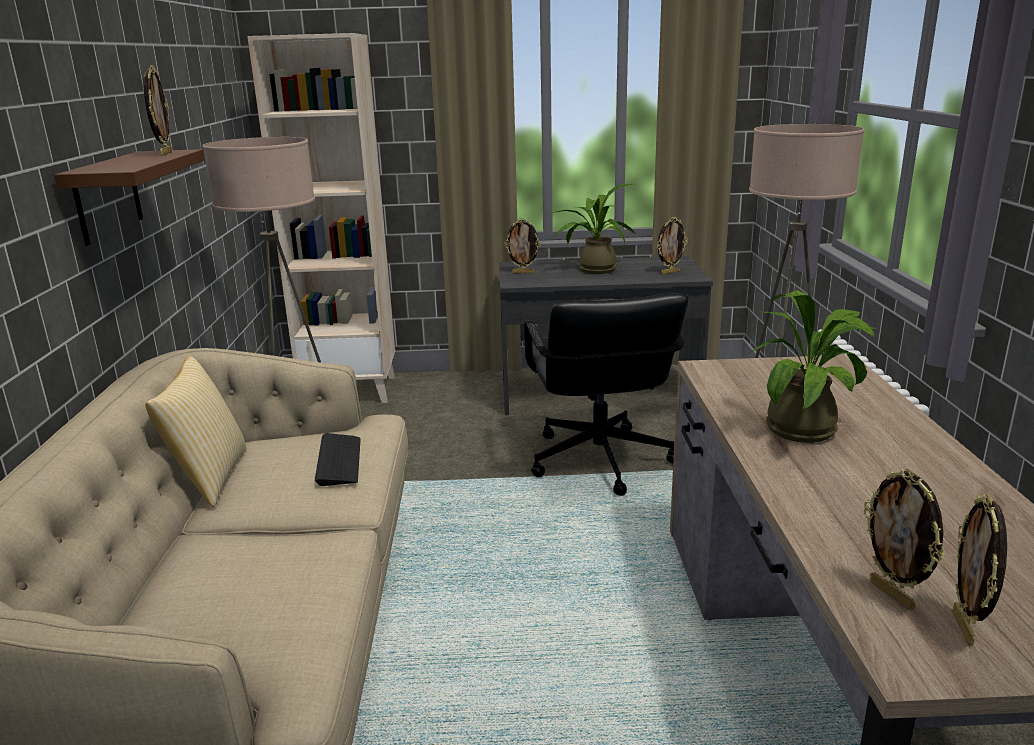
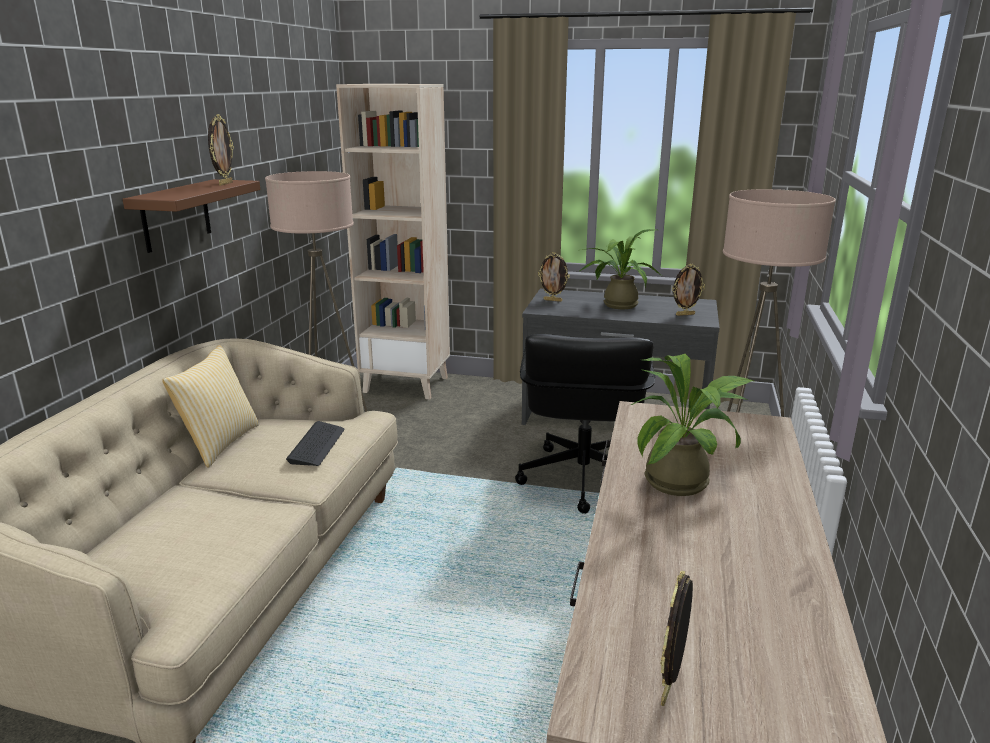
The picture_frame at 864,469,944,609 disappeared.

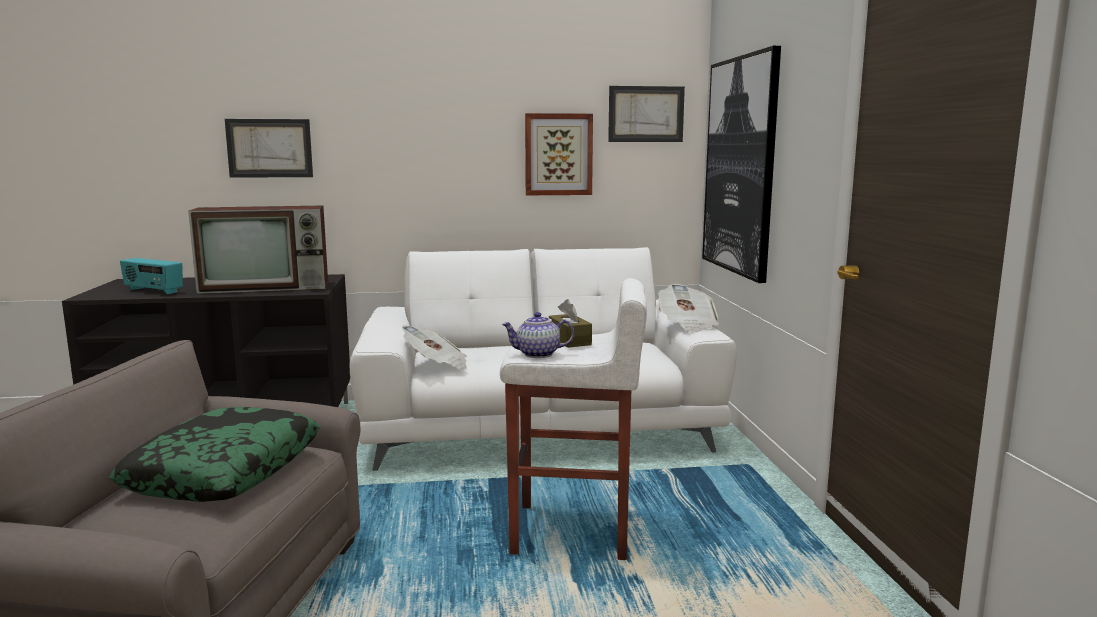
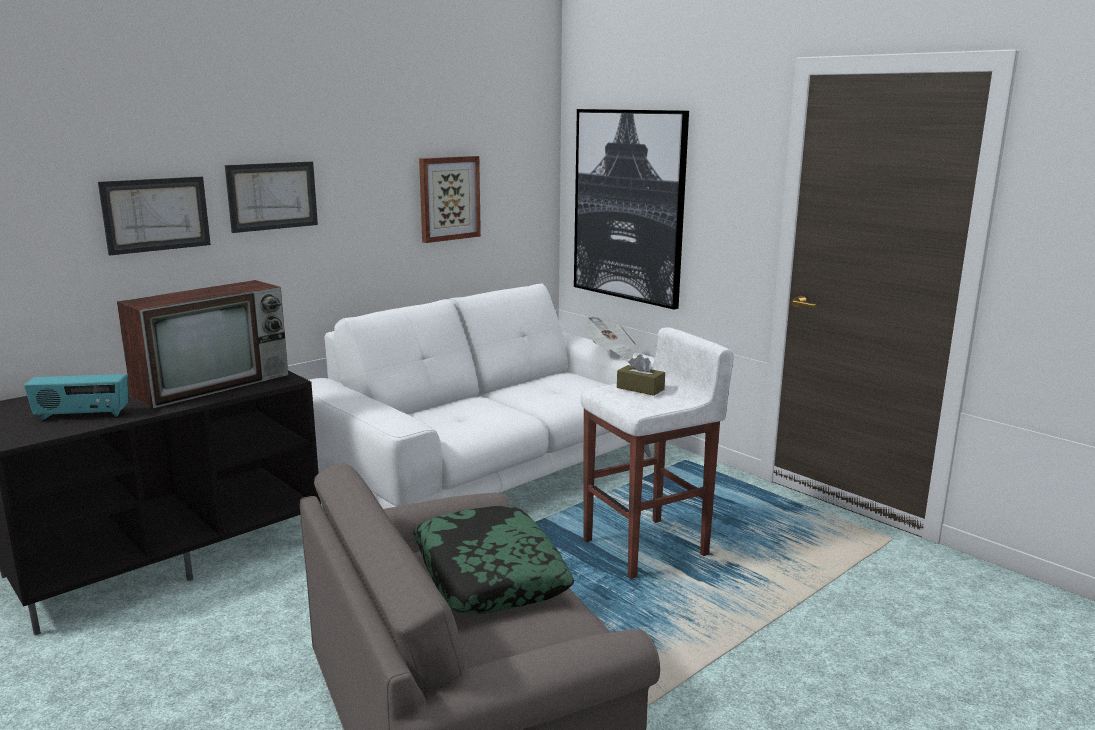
The picture moved from 608,86,685,142 to 225,161,318,233. The teapot at 501,312,574,358 disappeared. The newspaper at 402,325,467,370 disappeared.

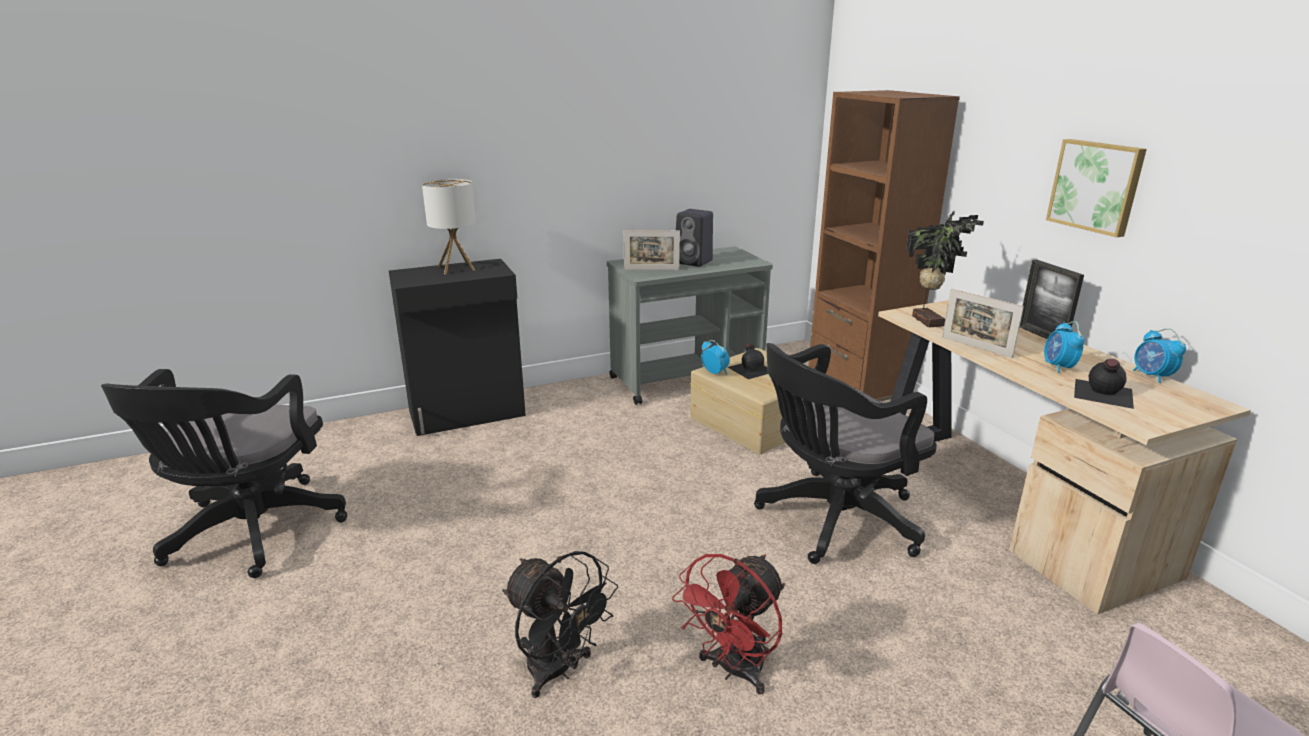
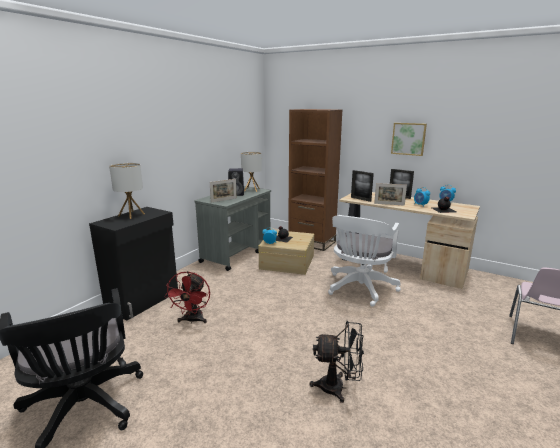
The potted_plant at 906,210,984,327 was replaced by the picture_frame at 351,170,374,202. The black_office_chair at 754,343,937,564 became the white_office_chair at 328,215,401,307. The red_fan moved from 672,554,785,695 to 165,271,210,324. The table_lamp at 241,152,262,192 appeared.

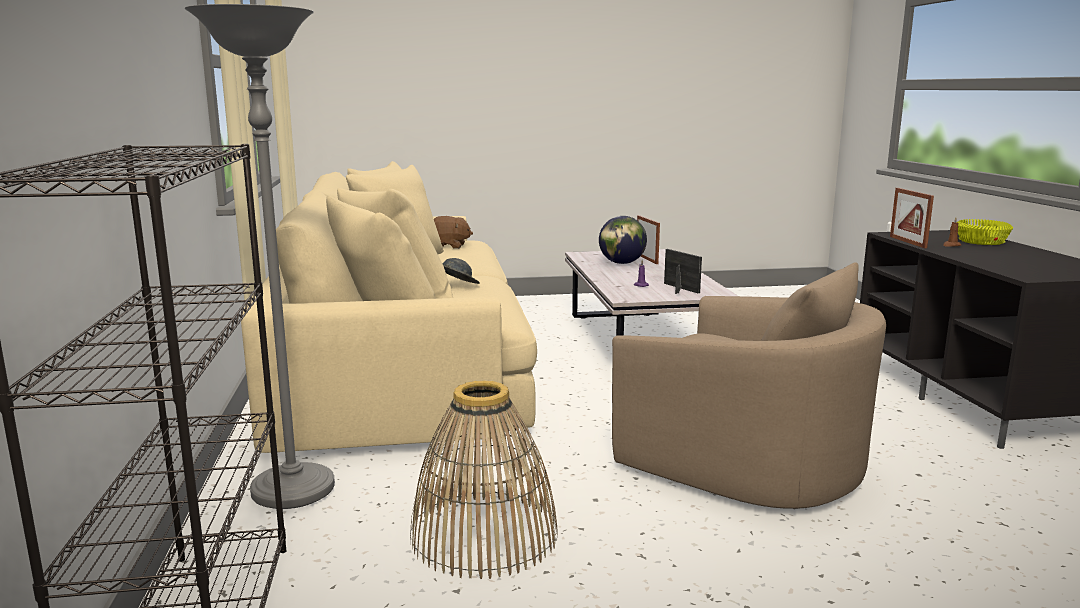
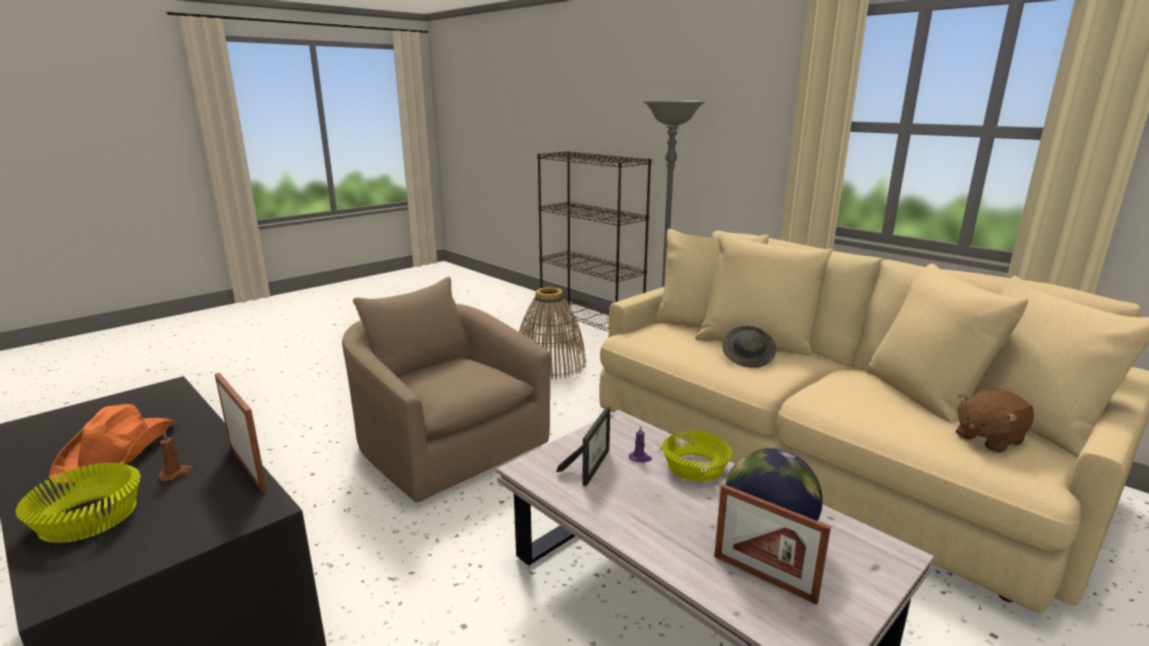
The picture_frame at 664,249,702,294 turned 90 degrees counterclockwise. The beige_armchair at 612,262,886,509 turned 45 degrees clockwise. The orange_hat at 49,404,175,483 appeared. The yellow_bowl at 662,430,732,482 appeared.

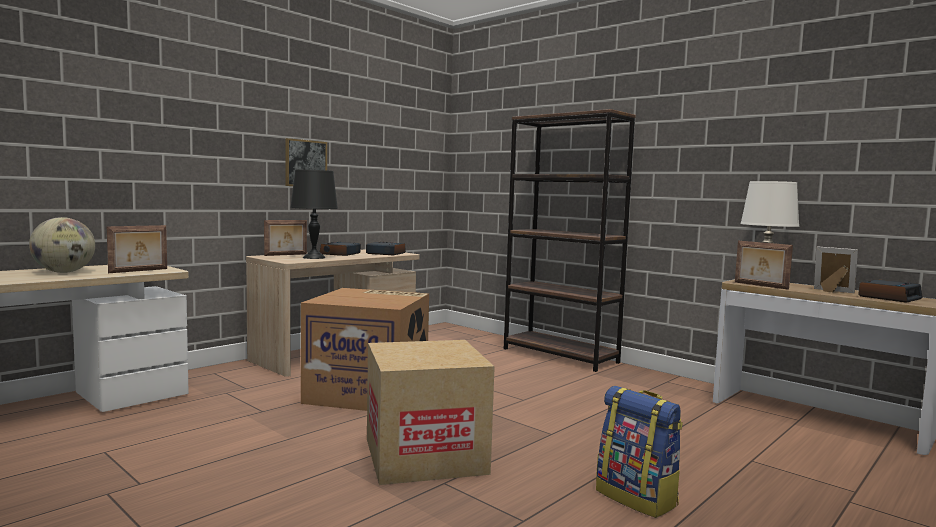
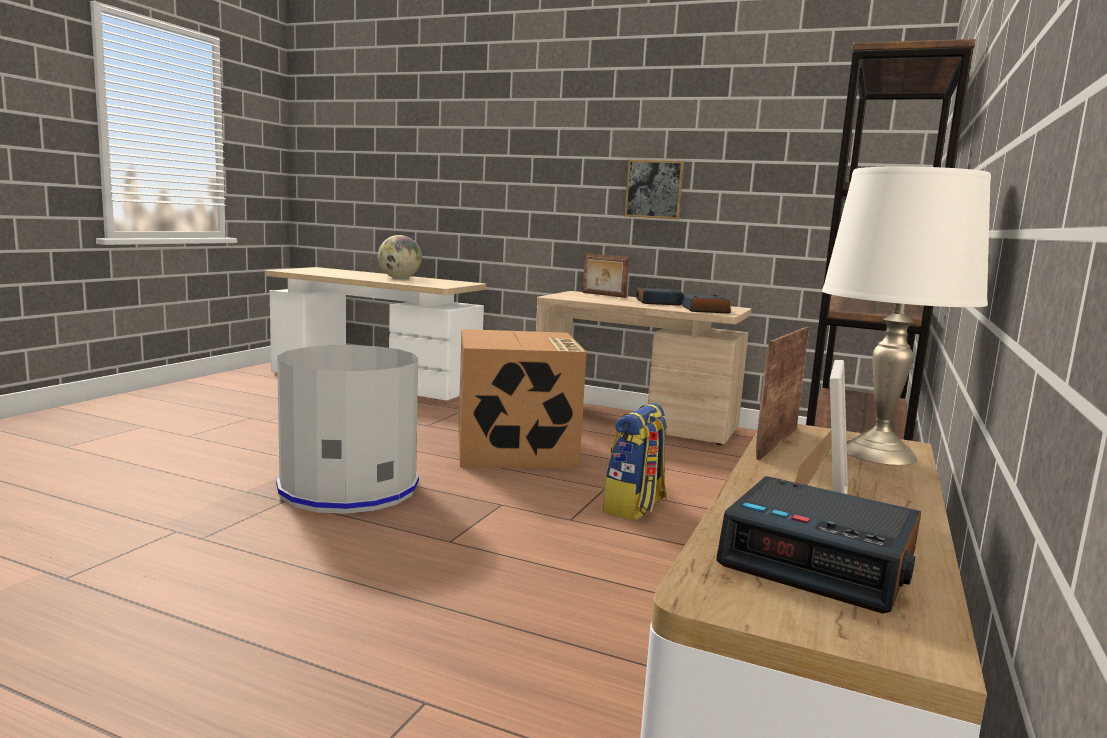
The black_table_lamp at 290,169,338,259 disappeared. The picture_frame at 107,225,167,273 disappeared. The cardboard_box at 367,340,495,485 was replaced by the grey_trash_can at 276,345,419,514. The backpack moved from 596,386,683,518 to 603,403,668,520.

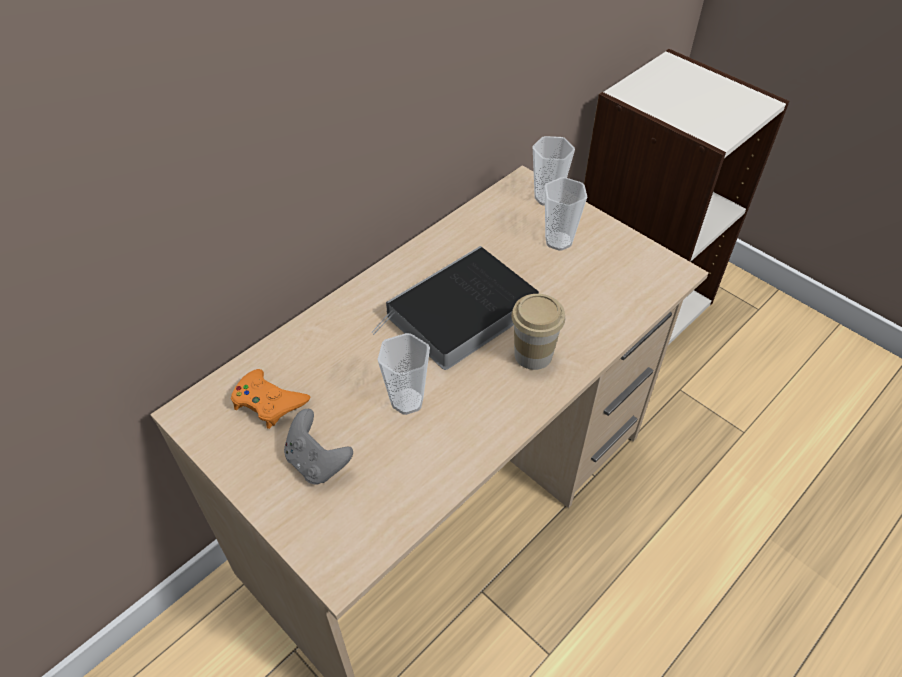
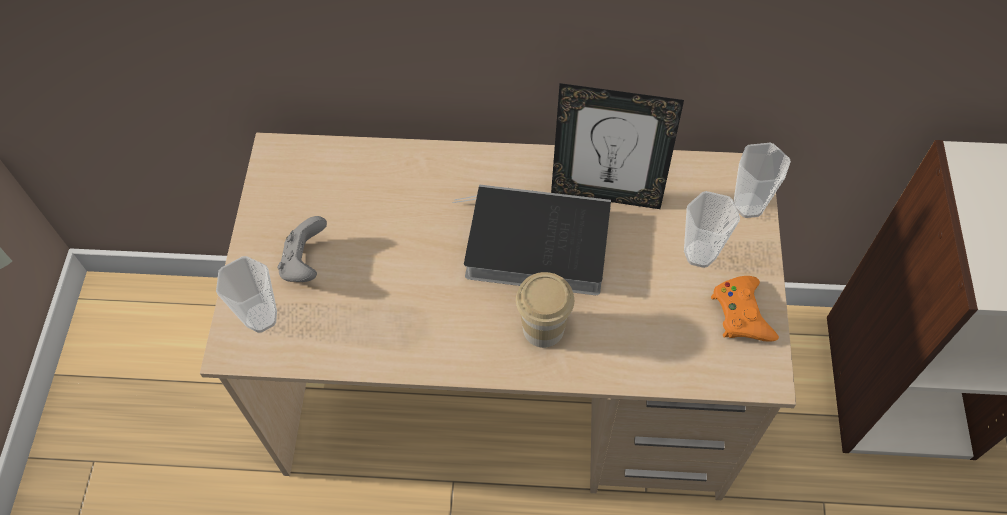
The cup moved from 377,333,430,415 to 216,256,277,333. The orange_game_controller moved from 231,369,310,429 to 711,276,779,342. The picture_frame at 551,83,684,209 appeared.

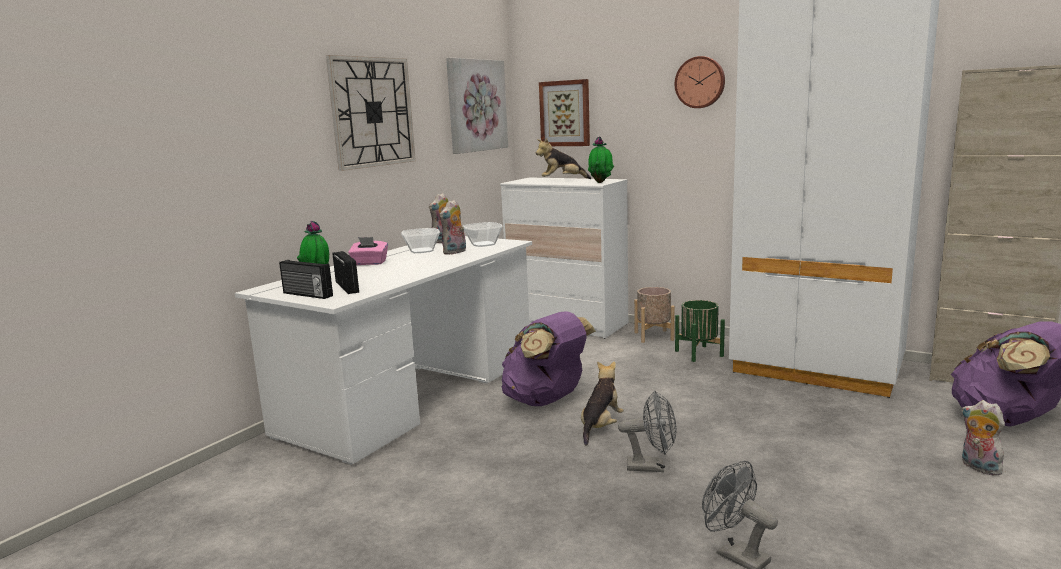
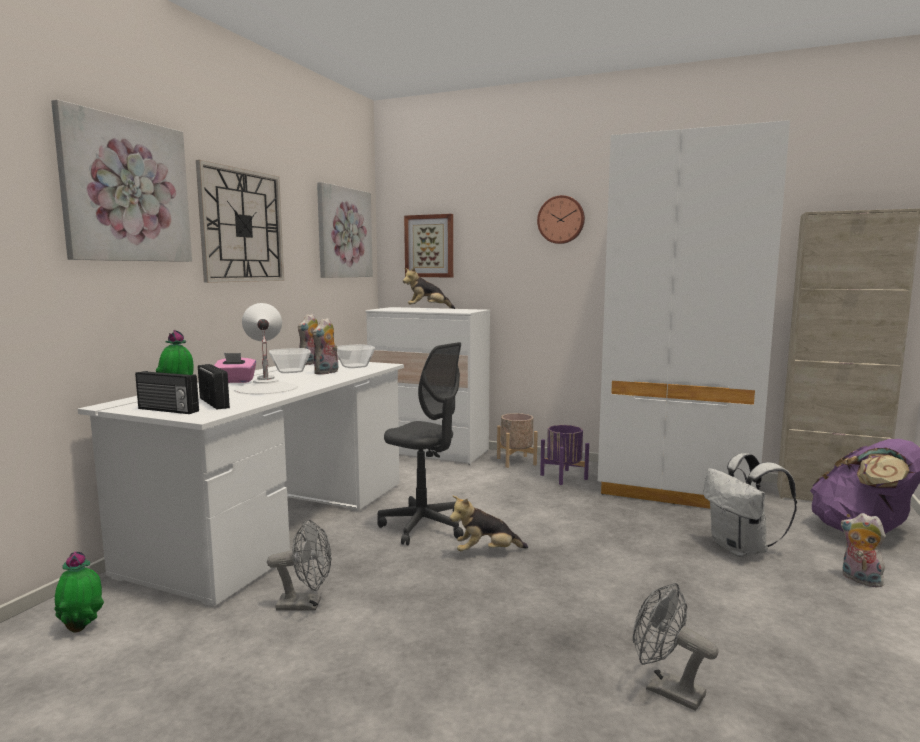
The potted_plant moved from 588,137,614,183 to 54,551,104,633. The green_planter at 675,300,725,362 became the purple_planter at 540,425,589,485. The purple_backpack at 502,311,596,406 was replaced by the grey_office_chair at 377,342,463,545. The plush_toy at 581,361,624,446 turned 120 degrees counterclockwise. The grey_fan moved from 618,391,676,472 to 267,520,331,611. The picture at 51,99,192,262 appeared. The white_table_lamp at 234,303,298,395 appeared. The white_backpack at 704,453,797,557 appeared.

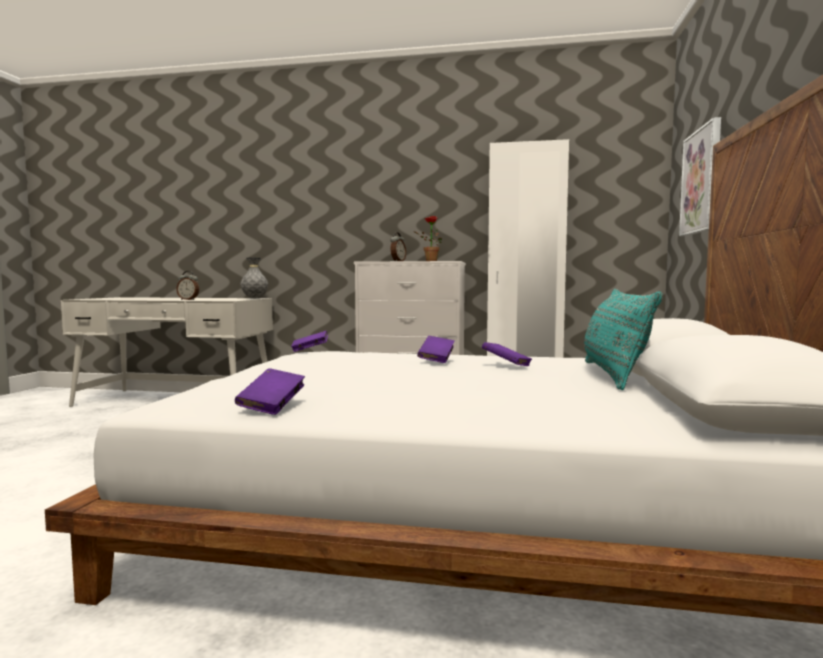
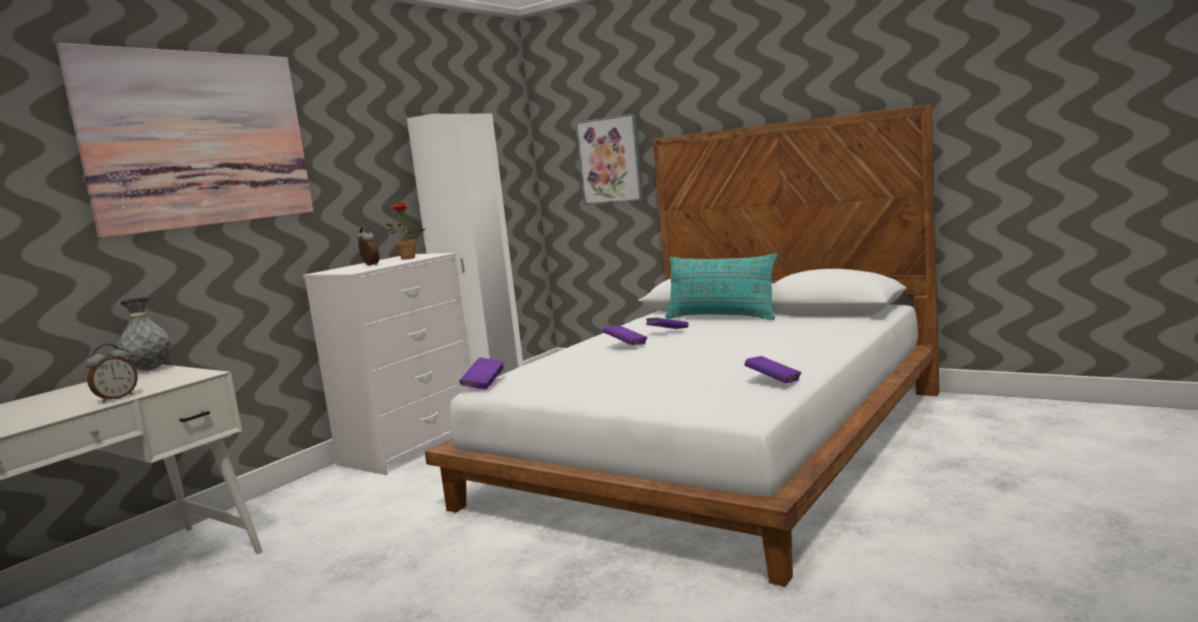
The picture at 56,43,313,238 appeared.

